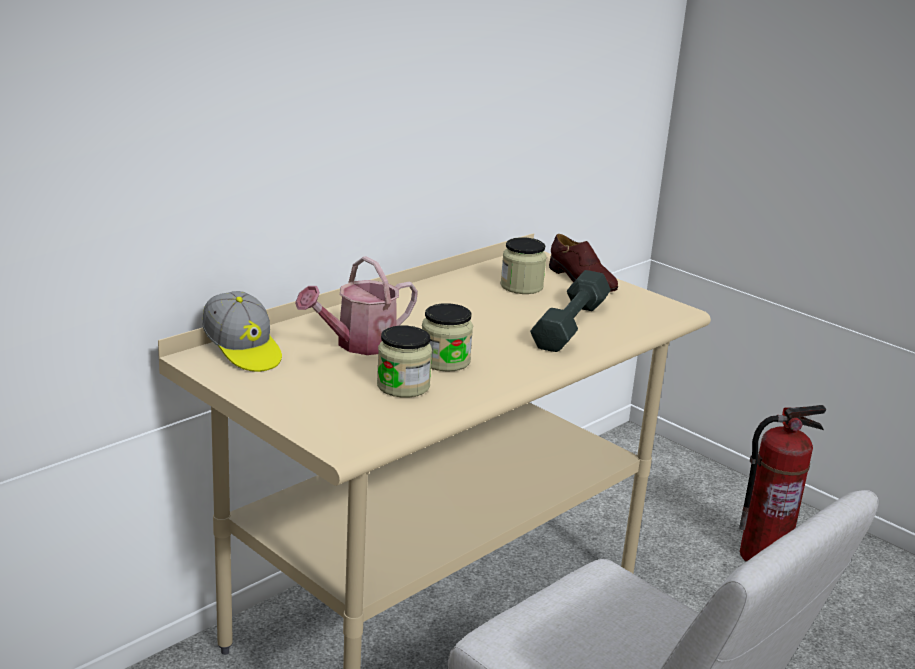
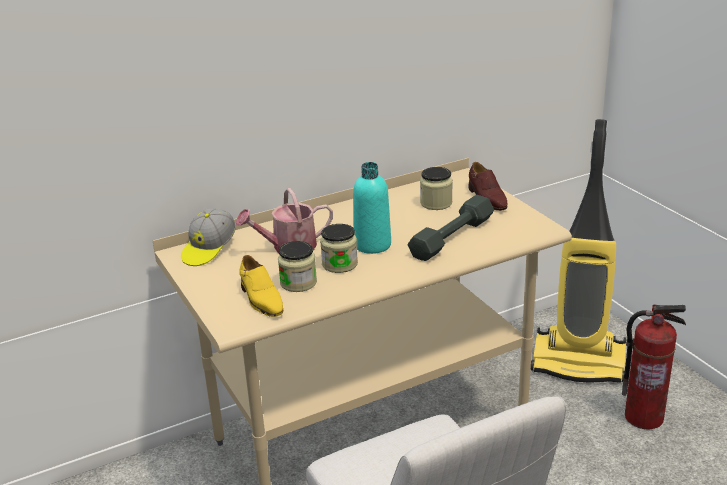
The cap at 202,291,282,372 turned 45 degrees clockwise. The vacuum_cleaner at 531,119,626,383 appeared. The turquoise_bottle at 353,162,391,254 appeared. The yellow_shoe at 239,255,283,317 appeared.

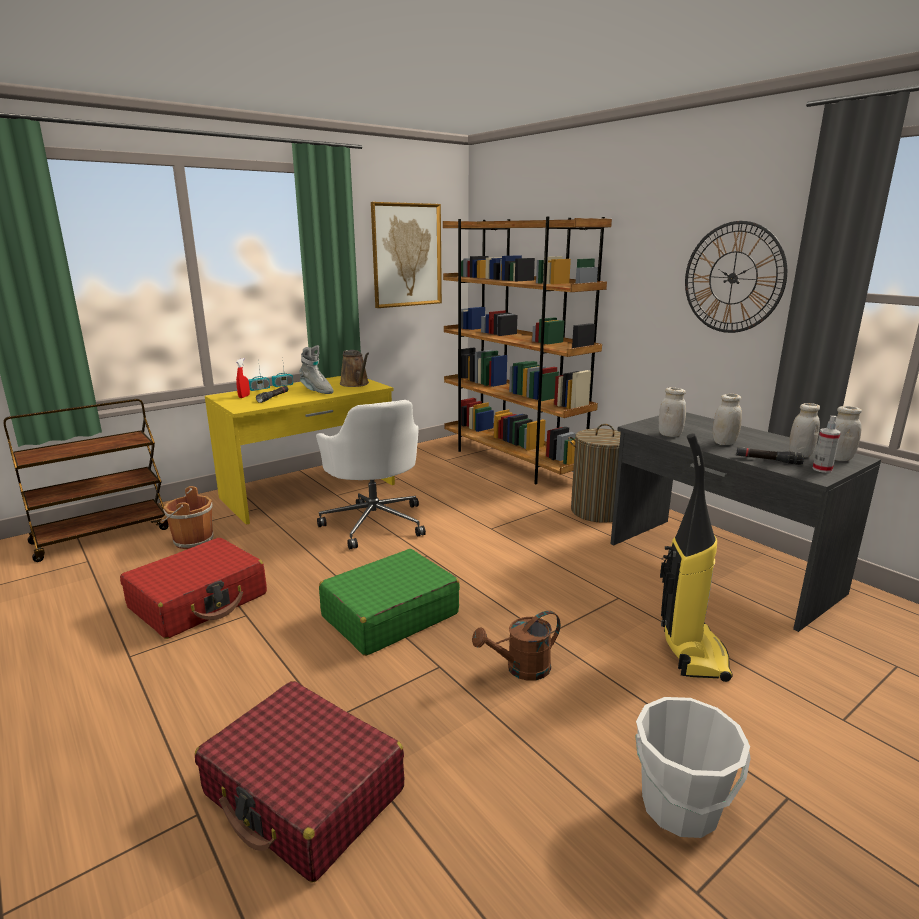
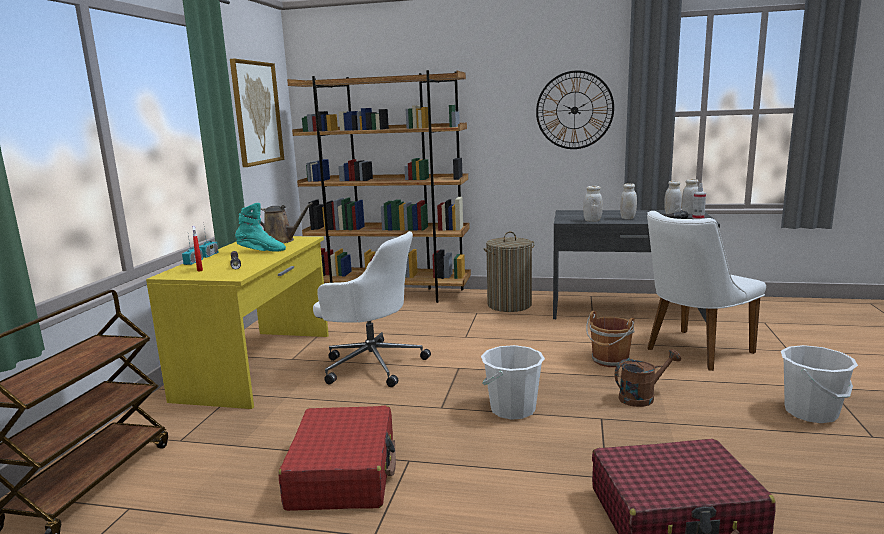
The grey_boot at 299,345,333,394 became the turquoise_boot at 235,203,286,252. The vacuum_cleaner at 660,433,733,682 was replaced by the white_chair at 647,211,766,371. The brown_bucket moved from 160,486,213,549 to 586,311,635,367. The green_suitcase at 319,549,460,656 was replaced by the white_bucket at 481,345,545,420. The brown_watering_can at 472,610,560,681 turned 135 degrees counterclockwise.

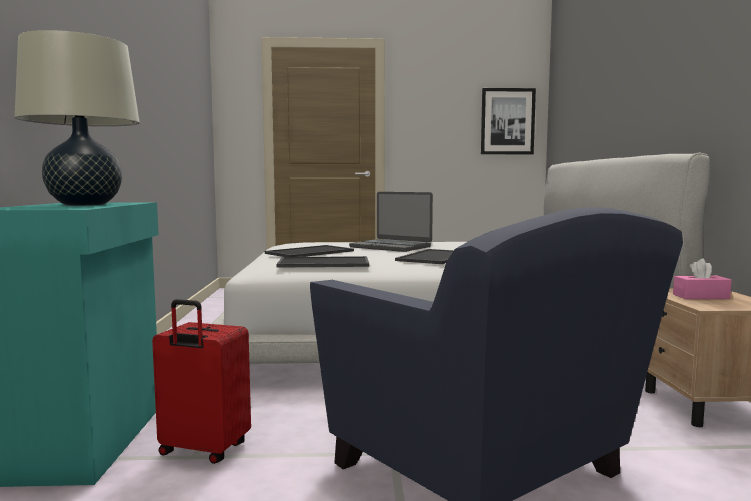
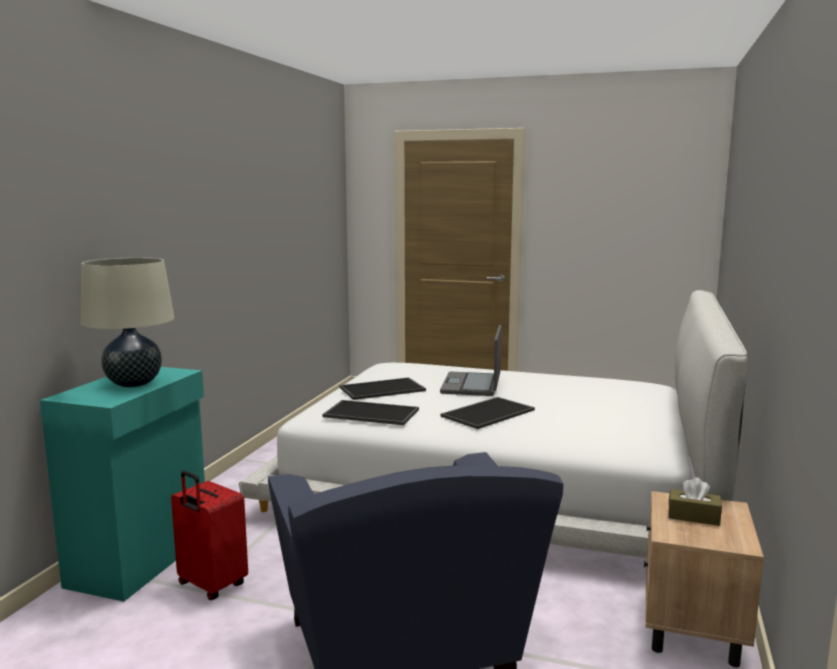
The picture at 481,88,536,154 disappeared. The laptop at 349,192,433,252 turned 45 degrees clockwise. The pink_tissue_box at 673,259,732,299 became the brown_tissue_box at 668,478,722,526.

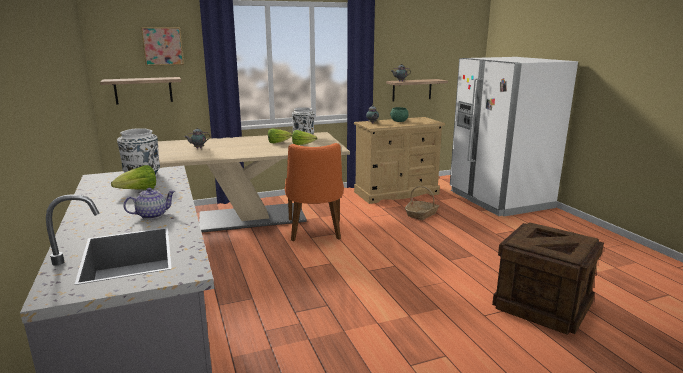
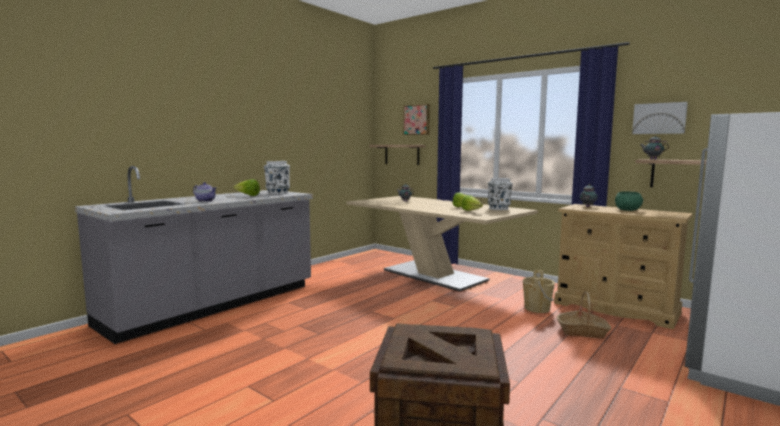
The orange_chair at 285,143,344,241 disappeared. The picture at 632,102,688,134 appeared. The beige_bucket at 523,270,555,313 appeared.

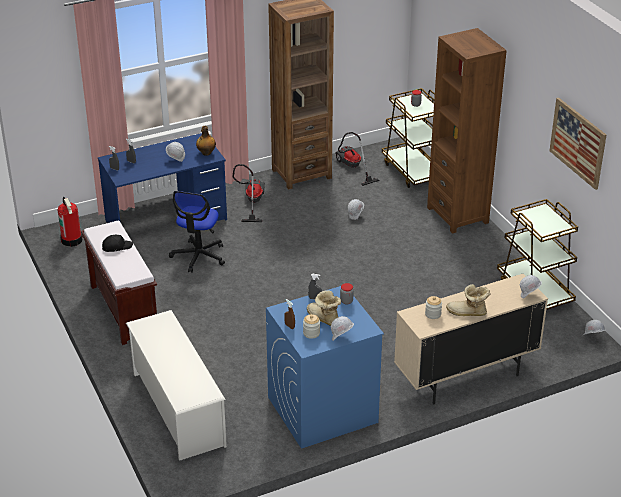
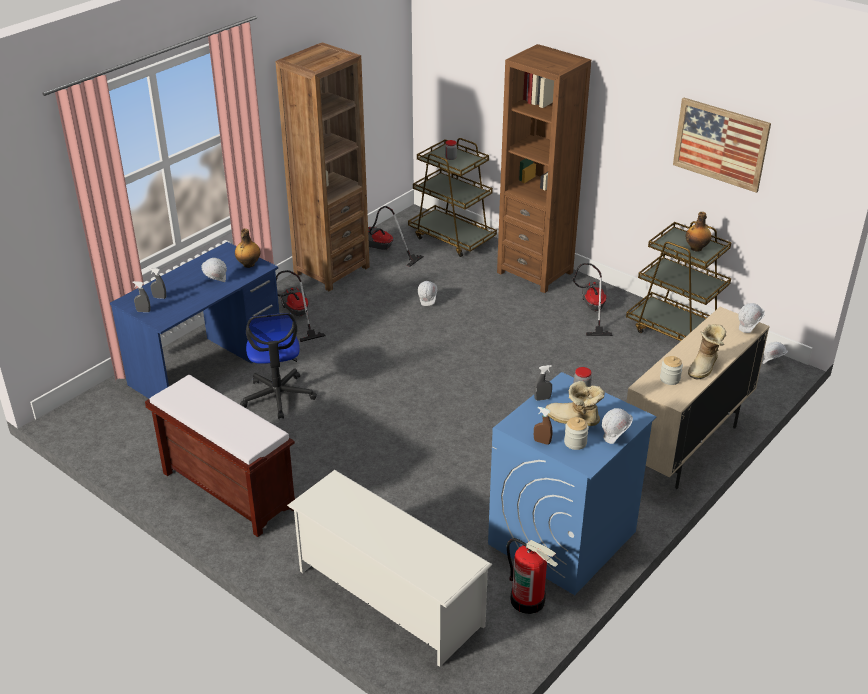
The fire_extinguisher moved from 58,197,82,247 to 507,538,558,614. The black_cap at 102,235,133,252 disappeared. The boot at 446,284,491,316 turned 45 degrees counterclockwise. The bottle at 686,212,712,252 appeared. The vacuum_cleaner at 573,263,613,336 appeared.

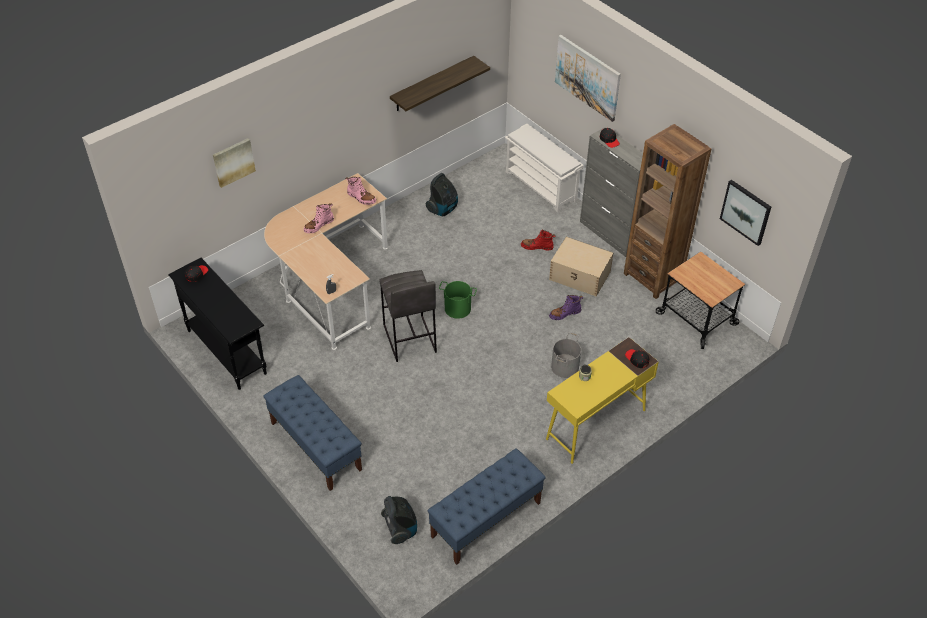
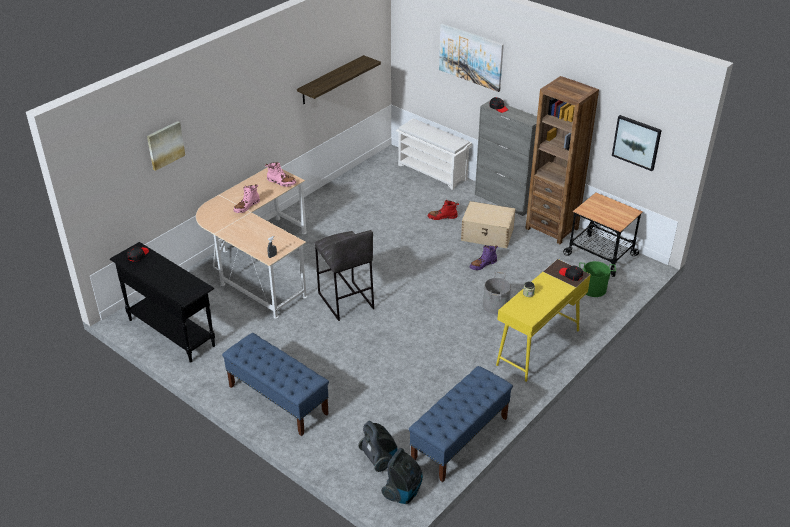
The vacuum_cleaner moved from 426,173,458,216 to 381,448,423,504. The green_bucket moved from 439,281,477,319 to 579,261,616,297.

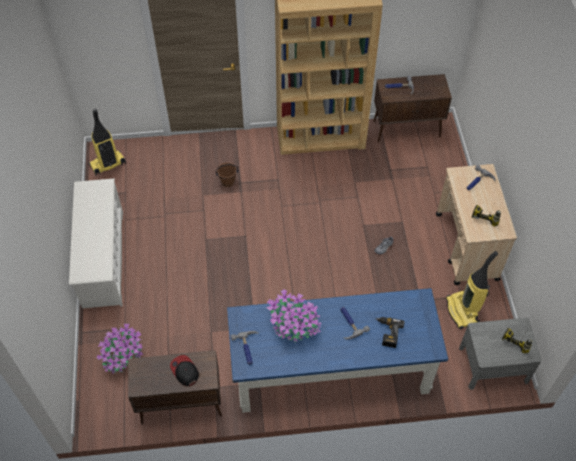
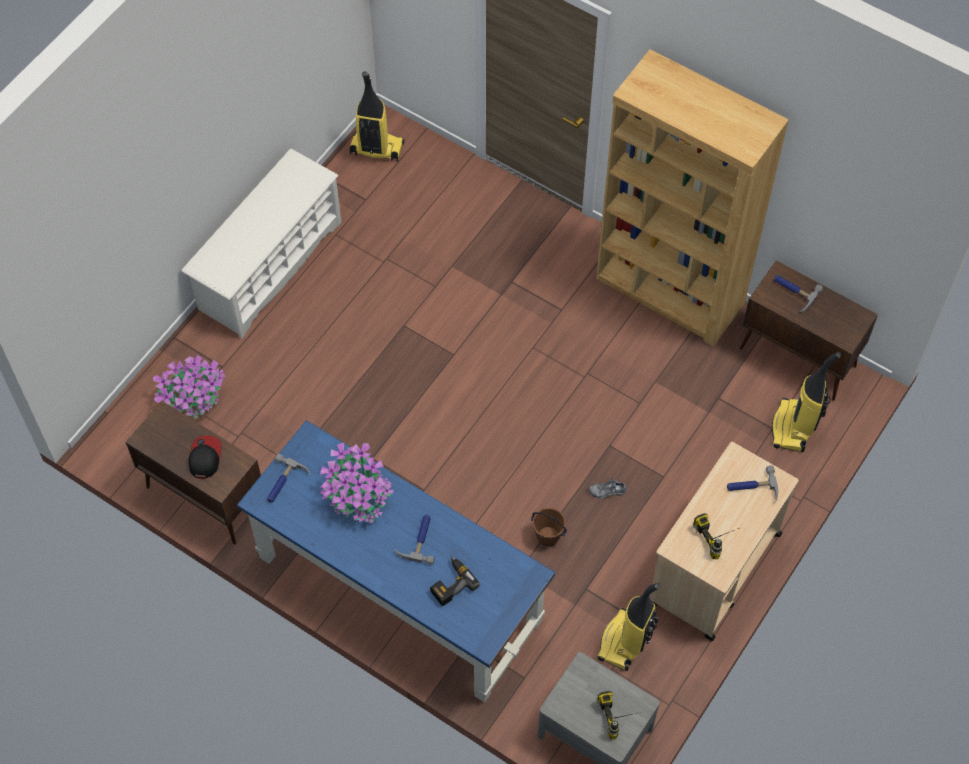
The brown_bucket moved from 216,162,238,187 to 531,508,567,546. The vacuum_cleaner at 772,352,841,452 appeared.

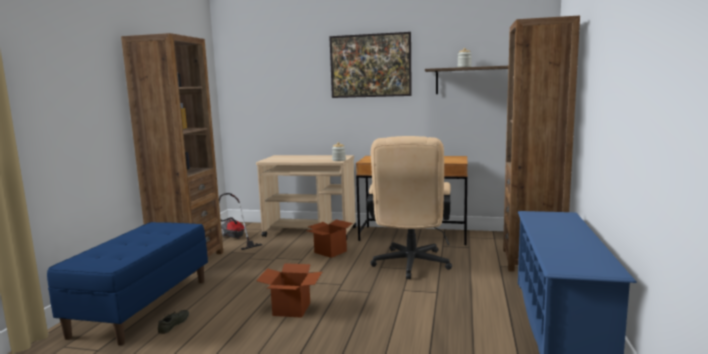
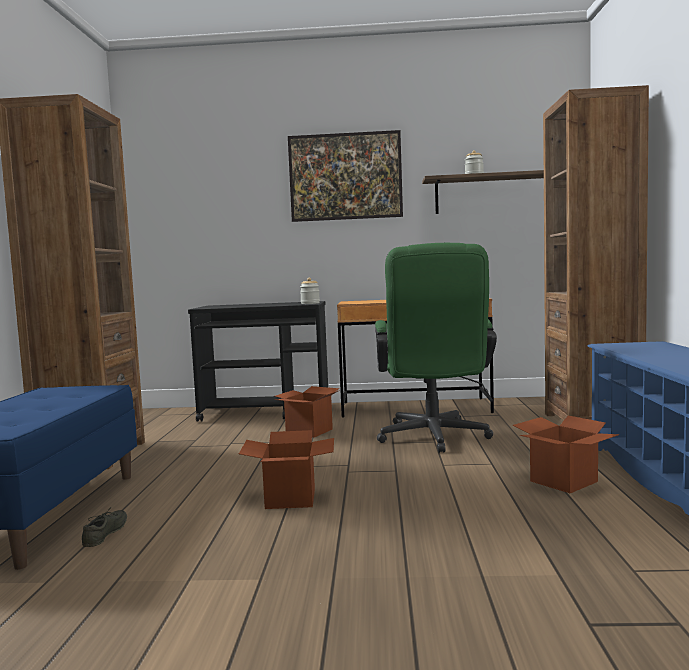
The beige_office_chair at 367,136,452,279 became the green_office_chair at 375,243,497,453. The beige_cart at 256,155,356,240 became the black_cart at 188,301,328,422. The vacuum_cleaner at 219,193,262,250 disappeared. The cardboard_box at 512,416,619,493 appeared.

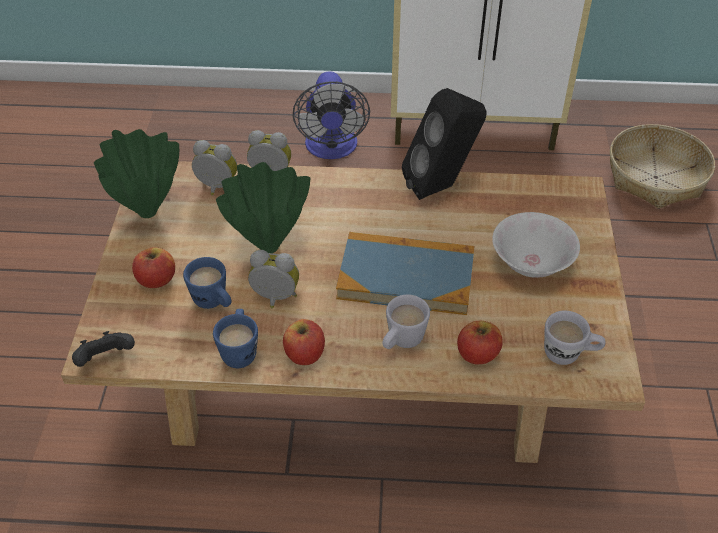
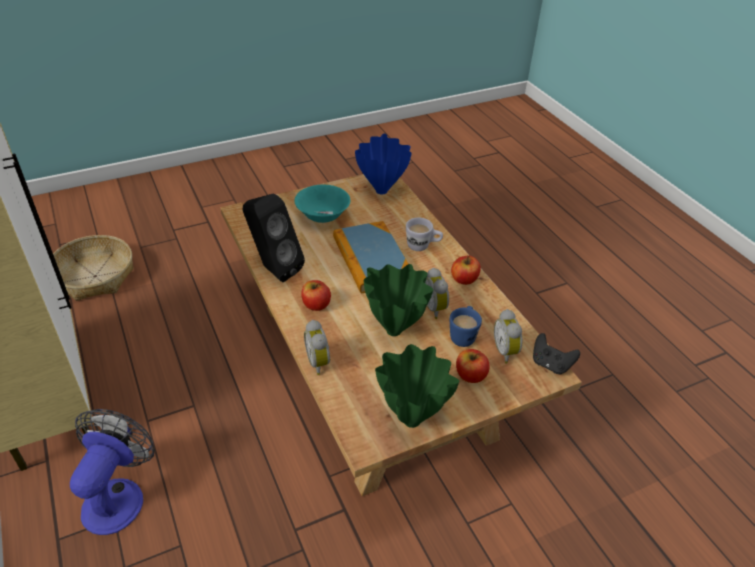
The fan at 293,71,370,159 turned 45 degrees counterclockwise. The alarm_clock moved from 192,140,237,195 to 494,309,522,364. The white_bowl at 492,212,580,278 became the turquoise_bowl at 294,185,350,223. The blue_mug at 213,309,258,368 disappeared. The white_mug at 544,311,606,365 was replaced by the blue_vase at 355,134,412,194. The apple moved from 457,320,503,364 to 301,280,331,311.

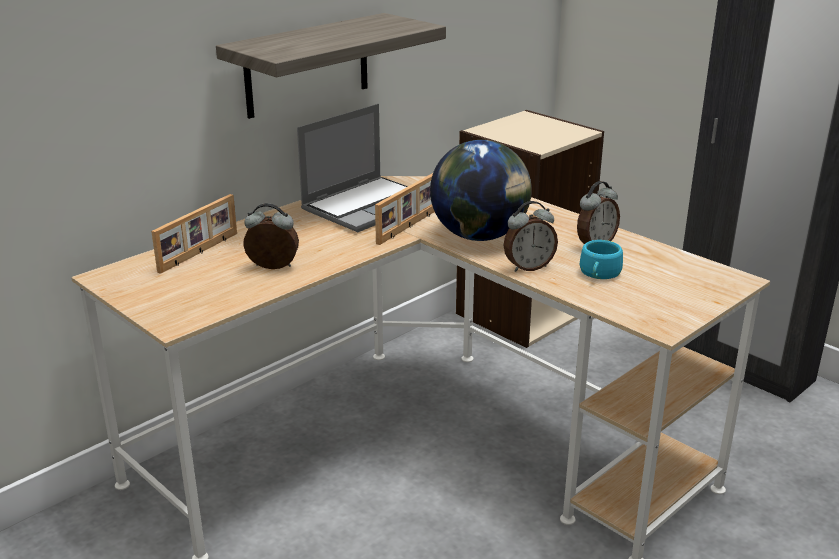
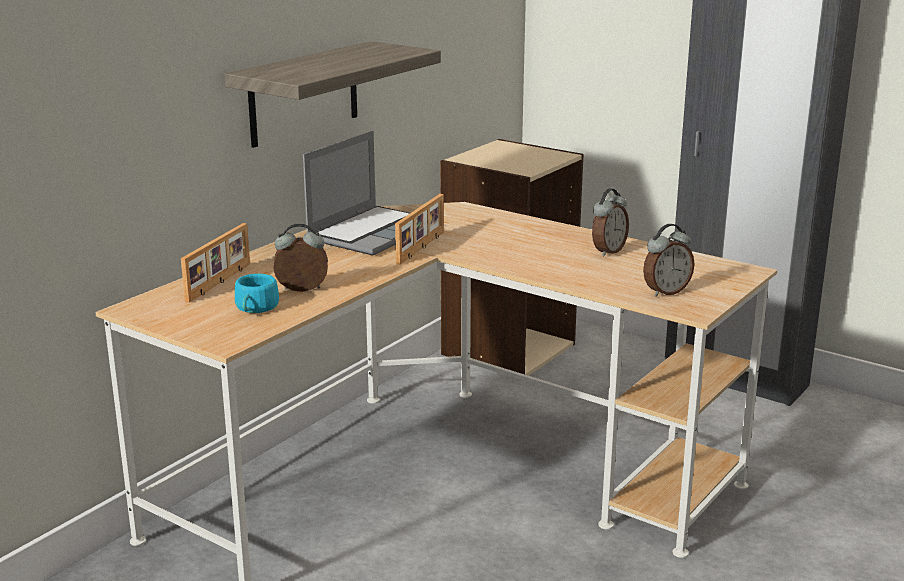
The globe at 430,140,532,241 disappeared. The alarm_clock moved from 504,201,558,272 to 643,224,694,297. The turquoise_cup moved from 579,240,623,279 to 235,274,279,313.

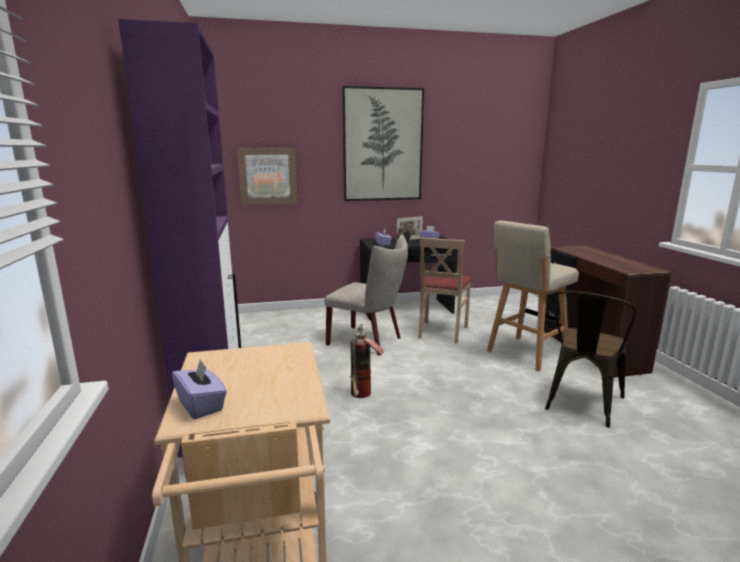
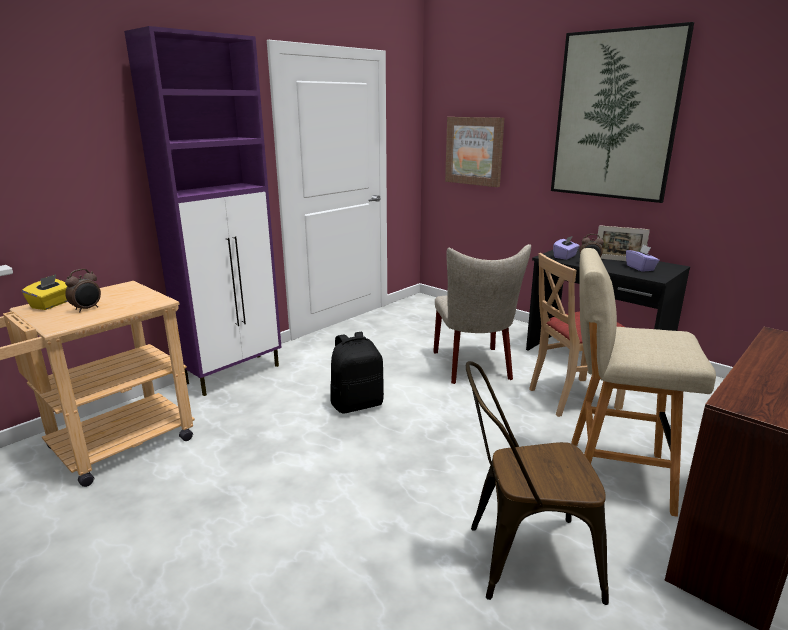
The fire_extinguisher at 350,324,384,398 was replaced by the black_backpack at 330,332,384,414. The purple_tissue_box at 172,359,227,419 became the yellow_tissue_box at 22,274,68,310. The alarm_clock at 65,269,101,313 appeared.

